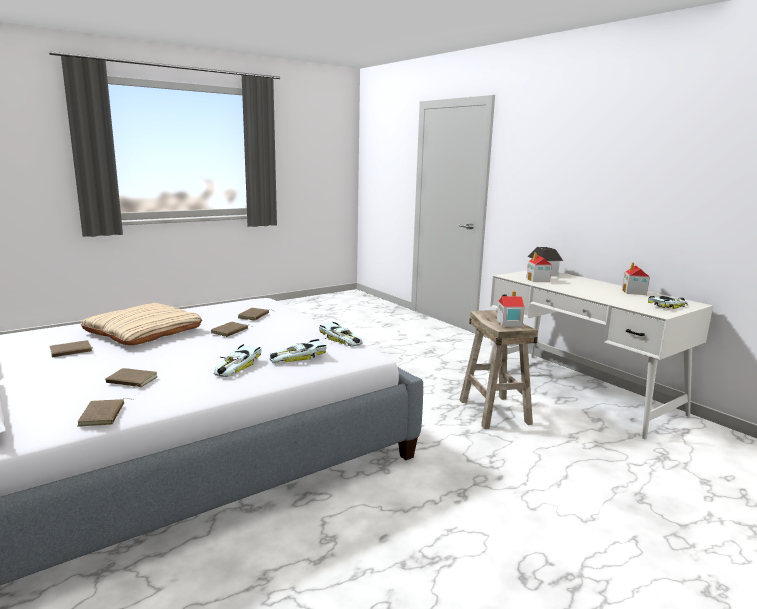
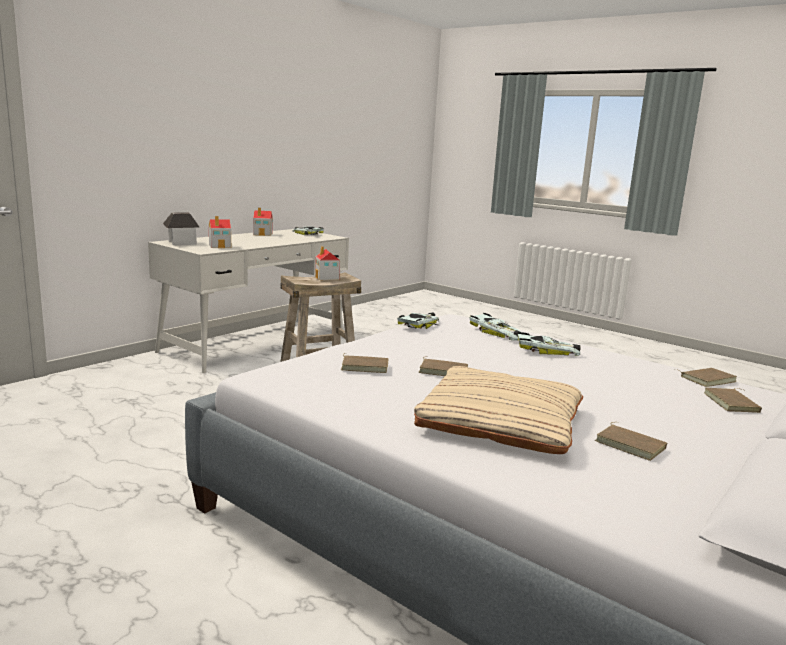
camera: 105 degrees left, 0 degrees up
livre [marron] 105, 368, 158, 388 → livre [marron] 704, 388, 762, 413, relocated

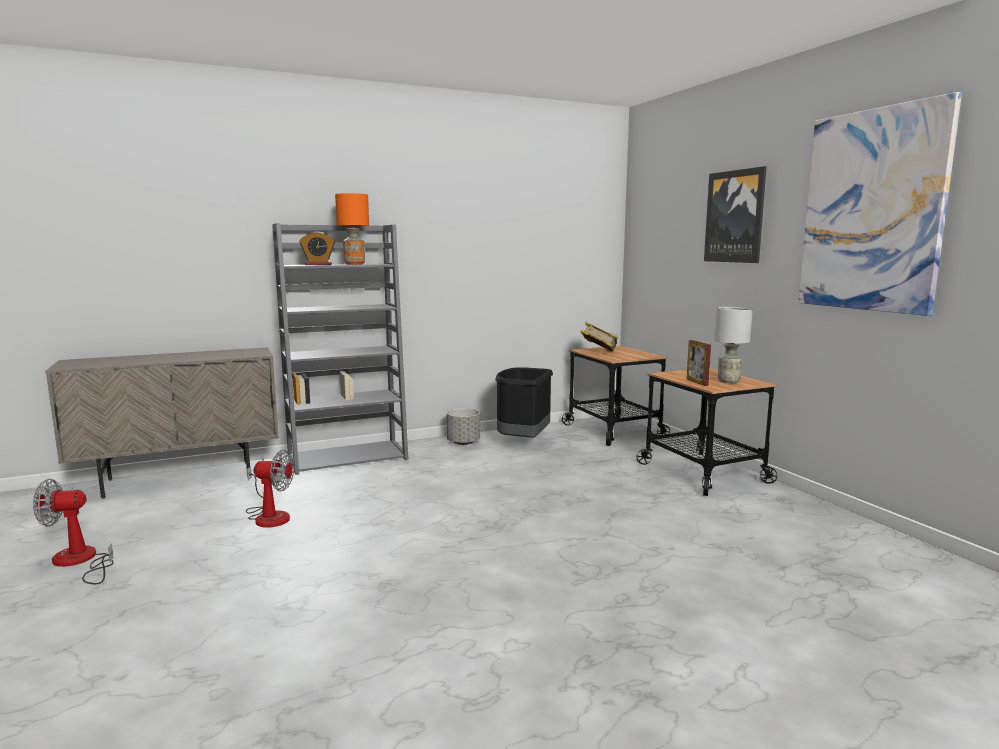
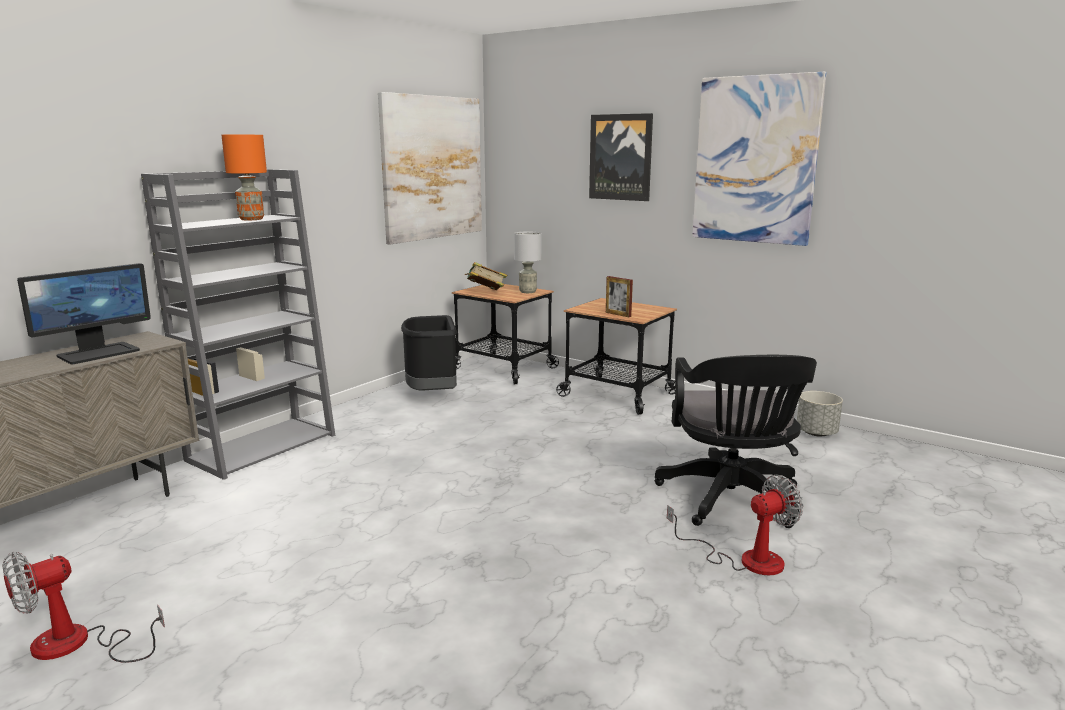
camera: 30 degrees left, 5 degrees up
- → écran d'ordinateur 17, 263, 151, 364
- → tableau 378, 92, 482, 244
lampe de table [gris] 714, 307, 753, 383 → lampe de table [gris] 514, 232, 542, 293, relocated
- → chaise de bureau [noir] 655, 355, 817, 528
ventilateur 246, 450, 294, 528 → ventilateur 667, 475, 803, 575, relocated
cache-pot [gris] 447, 408, 480, 445 → cache-pot [gris] 797, 391, 843, 436, relocated
réveil 300, 231, 335, 265 → -

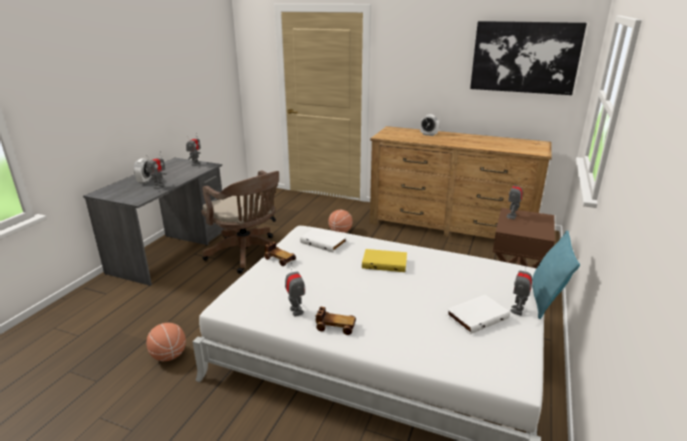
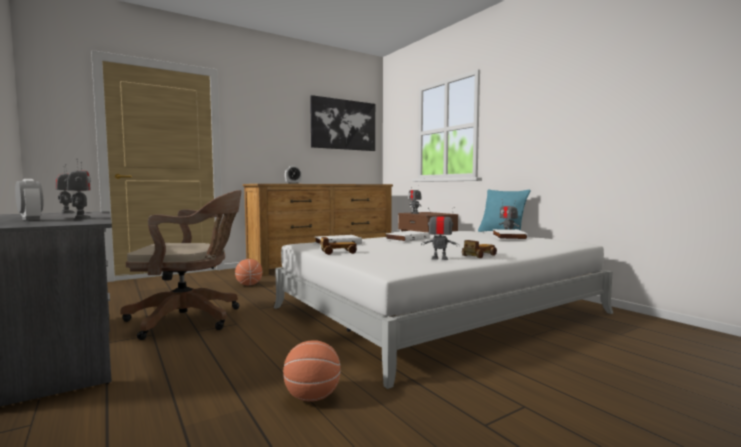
camera: 55 degrees left, 20 degrees down
livre [jaune] 362, 249, 407, 272 → livre [blanc] 385, 231, 430, 242

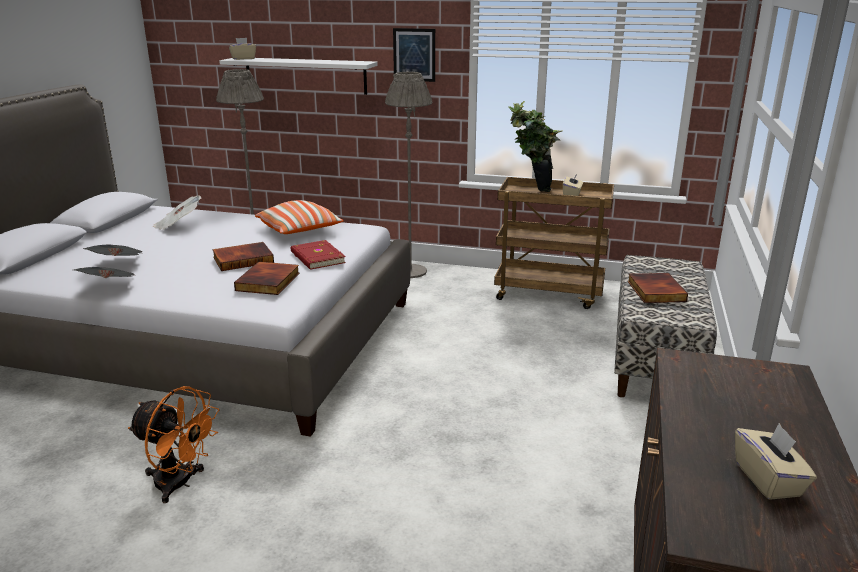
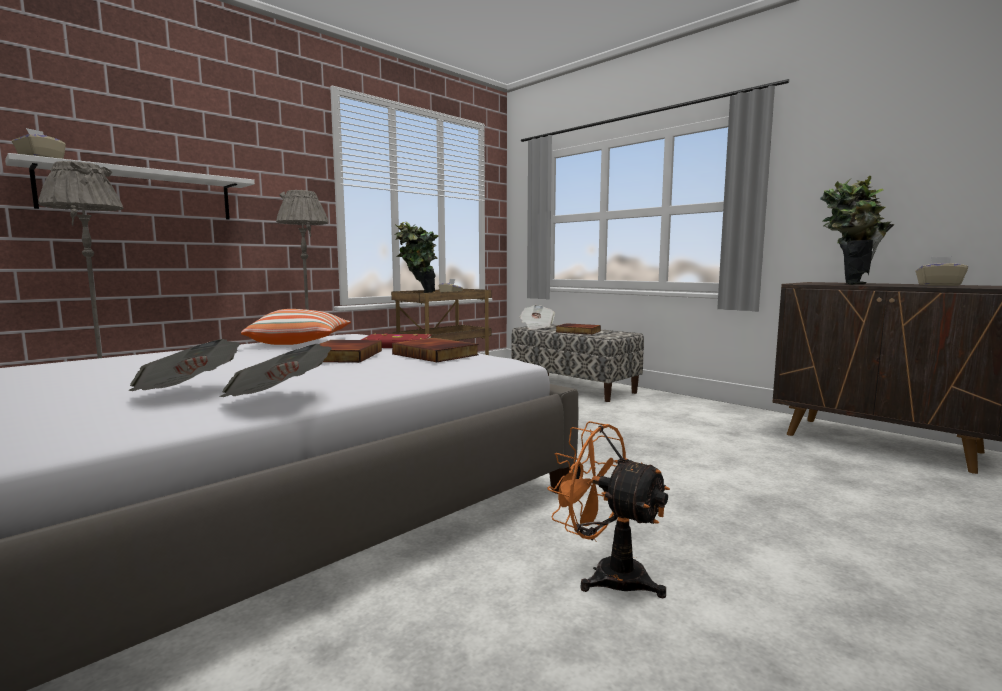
camera: 60 degrees left, 15 degrees down
journal 153, 196, 201, 230 → journal 520, 305, 555, 329, relocated
ventilateur [orange] 128, 386, 219, 503 → ventilateur [orange] 547, 421, 670, 599, 105 degrees counterclockwise
- → plante en pot 820, 176, 895, 285
tableau 393, 28, 435, 82 → -

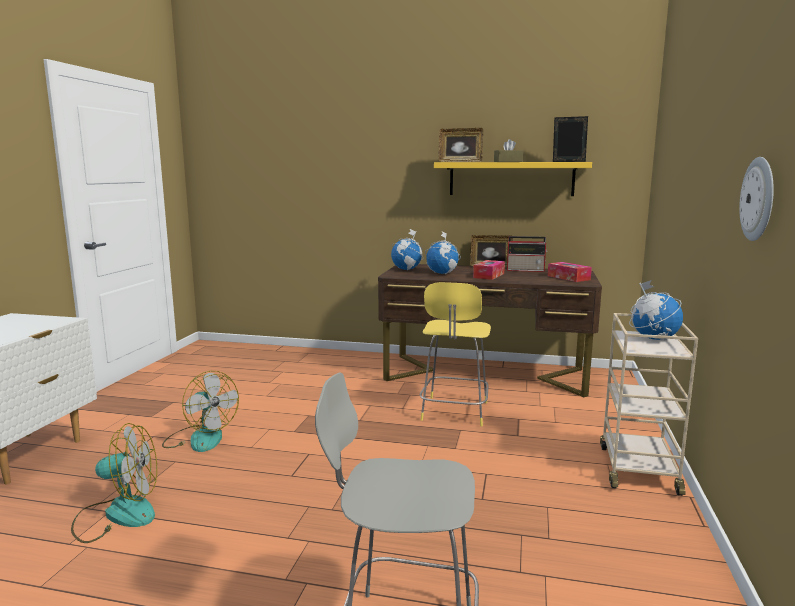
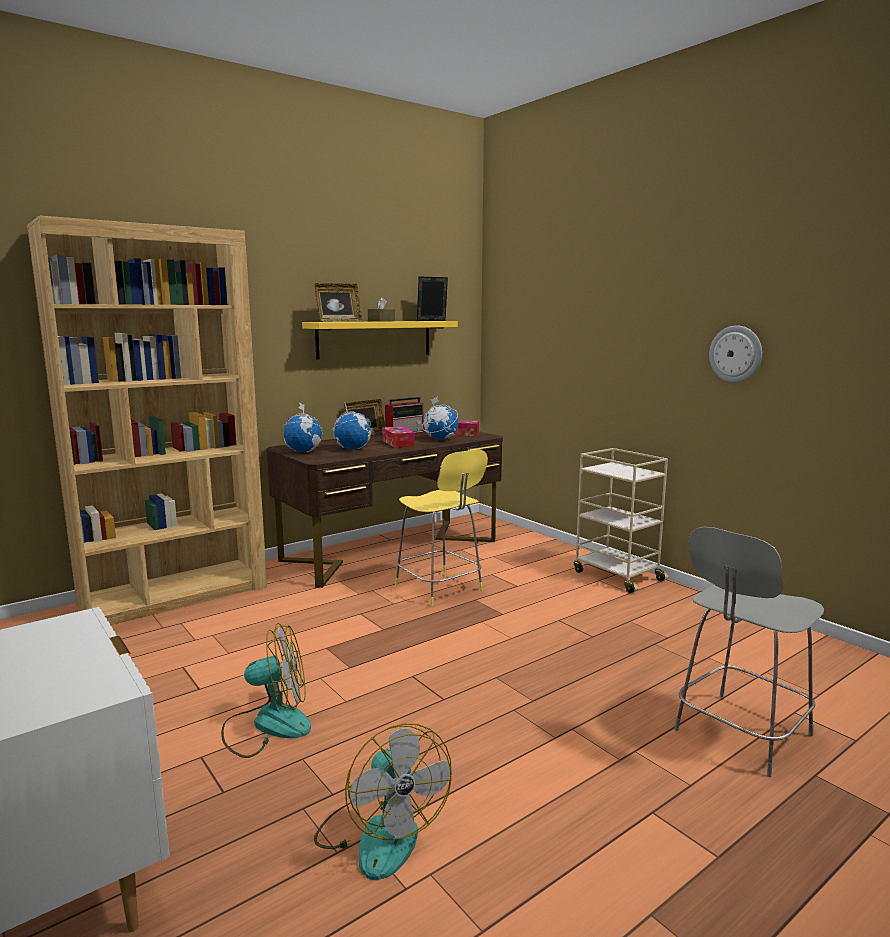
camera: 50 degrees left, 0 degrees up
- → bibliothèque [marron] 27, 215, 267, 625
ventilateur 71, 423, 157, 543 → ventilateur 314, 723, 452, 880, 120 degrees clockwise
globe 629, 280, 683, 340 → globe 422, 396, 458, 440, relocated

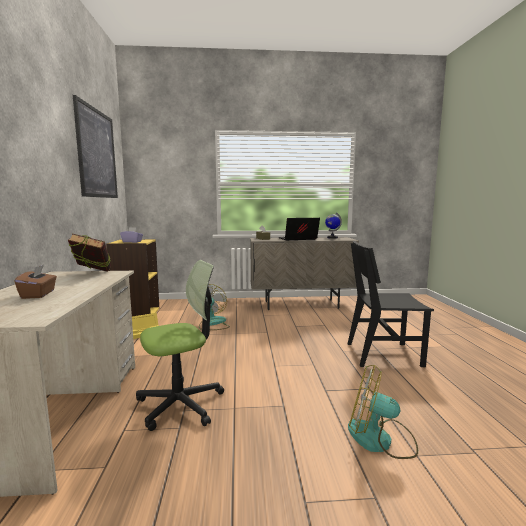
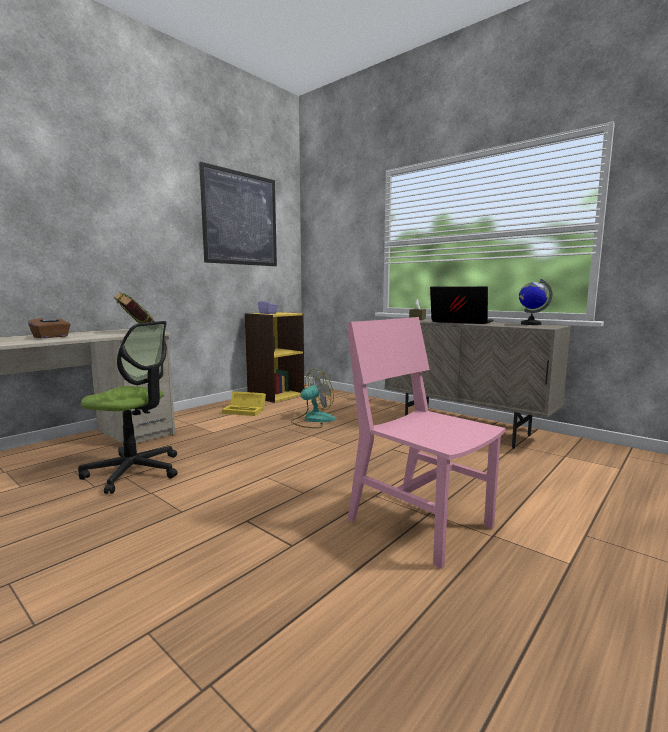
camera: 45 degrees right, 0 degrees up
chaise [noir] 348, 241, 434, 367 → chaise [rose] 347, 317, 506, 569
ventilateur 348, 365, 418, 459 → -

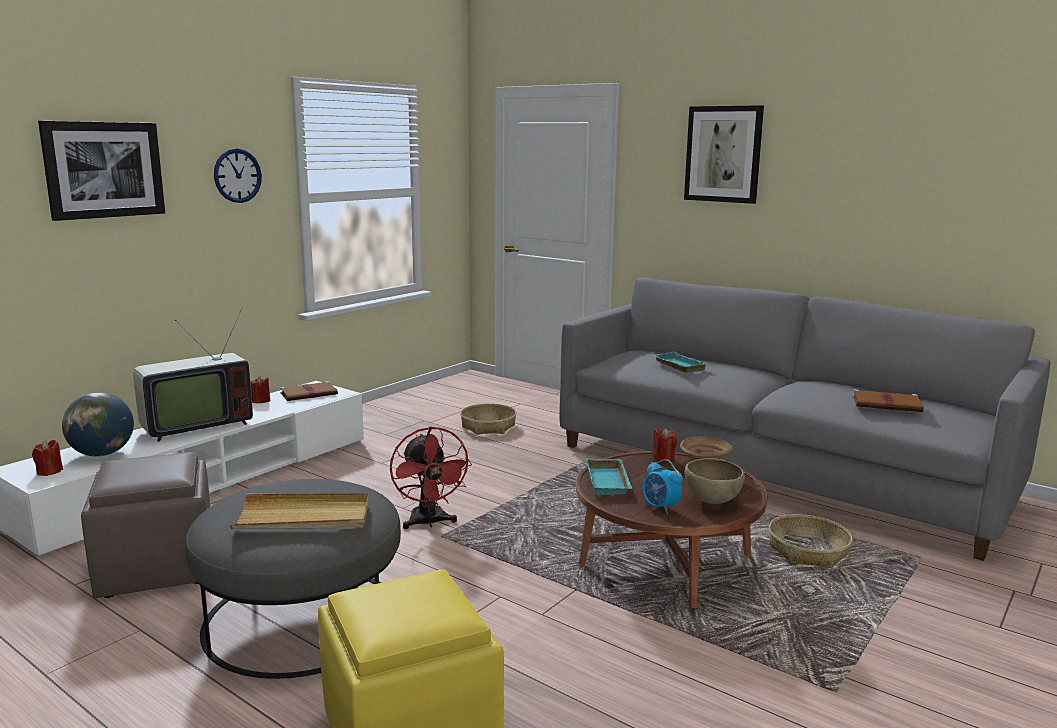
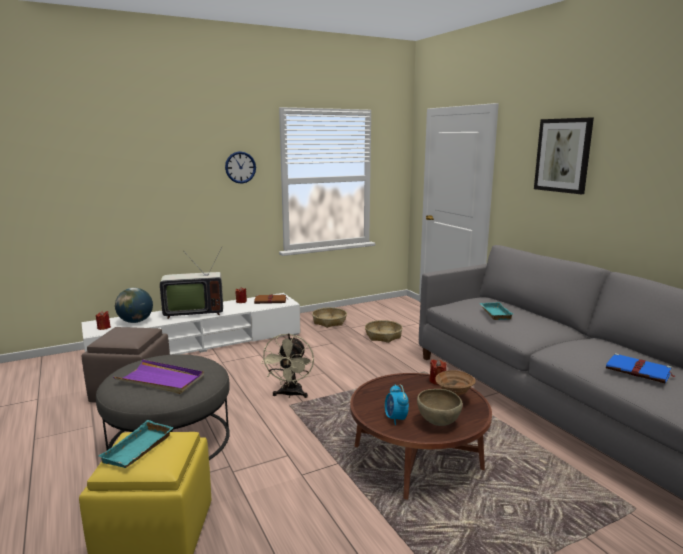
camera: 25 degrees right, 0 degrees up
plateau [turquoise] 586, 458, 633, 495 → plateau [turquoise] 98, 420, 174, 468, relocated
plateau [beige] 230, 493, 369, 529 → plateau [violet] 113, 359, 204, 394
ventilateur [rouge] 390, 426, 472, 529 → ventilateur [beige] 261, 333, 314, 398
panier 769, 514, 853, 568 → panier 312, 307, 347, 328, relocated
livre [marron] 852, 389, 924, 412 → livre [bleu] 606, 353, 674, 383
tableau 38, 121, 165, 221 → -

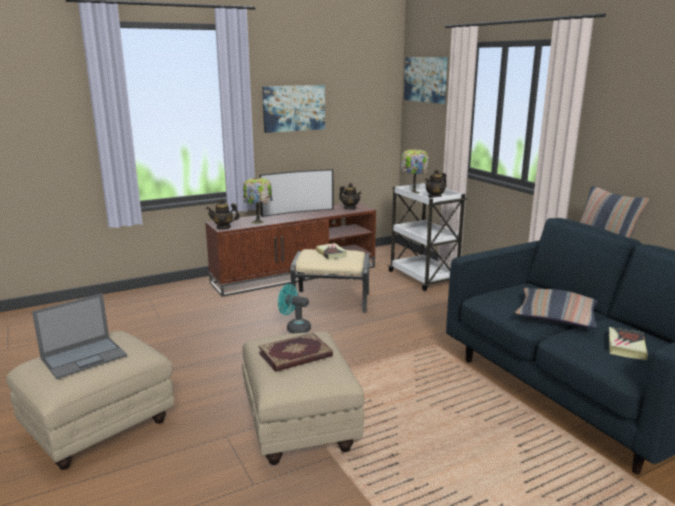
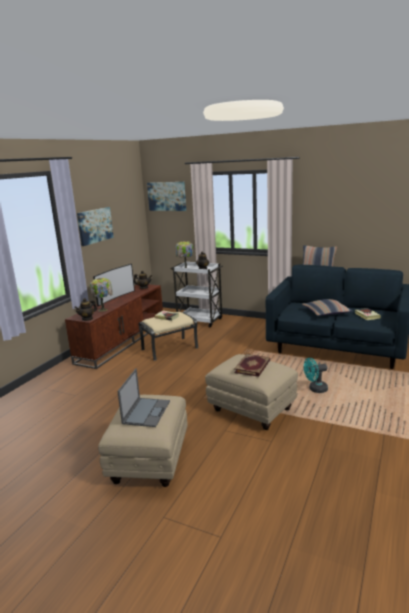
camera: 35 degrees left, 0 degrees up
ventilateur [turquoise] 278, 284, 311, 334 → ventilateur [turquoise] 304, 358, 328, 393, relocated

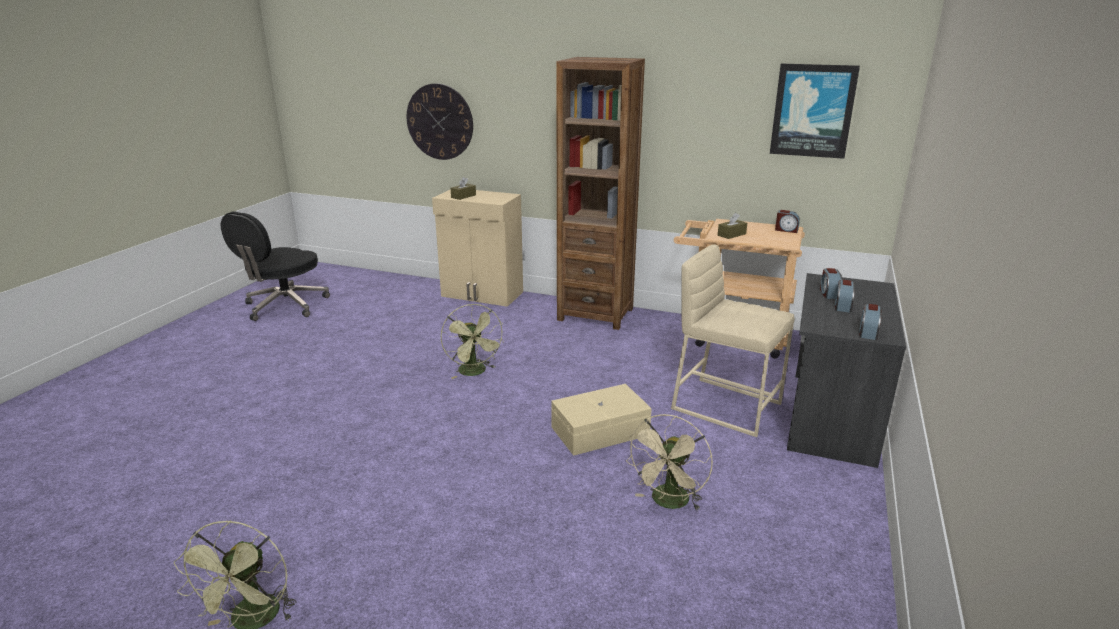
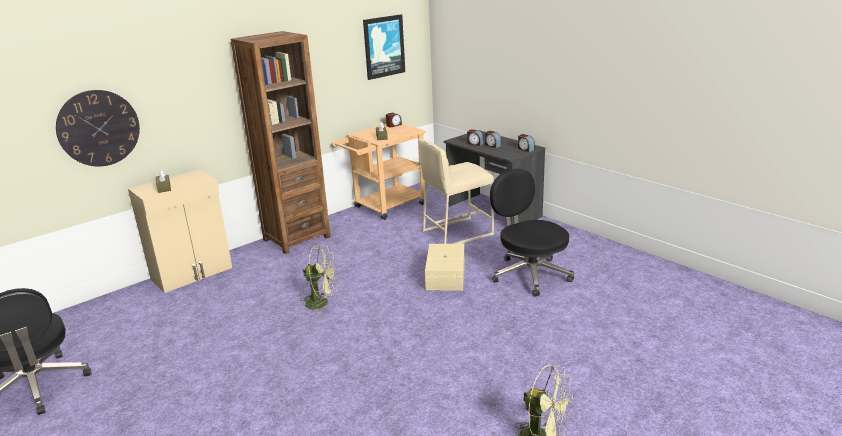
camera: 60 degrees left, 0 degrees up
ventilateur [beige] 626, 414, 713, 510 → chaise de bureau [noir] 490, 169, 574, 297

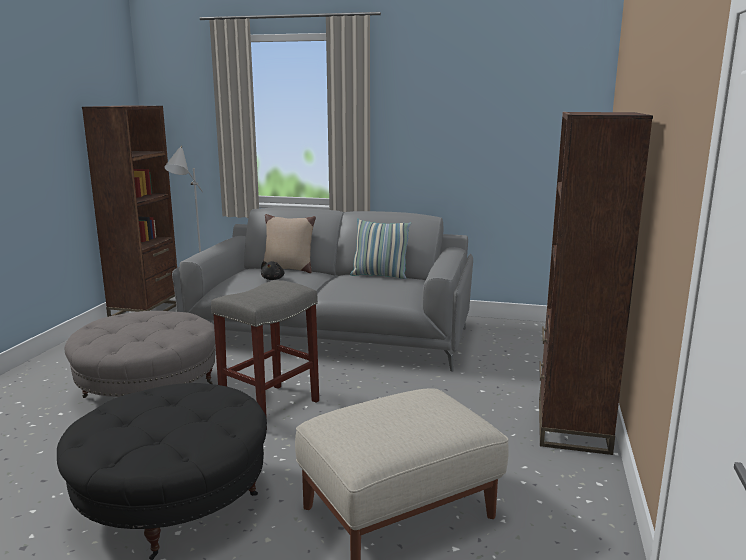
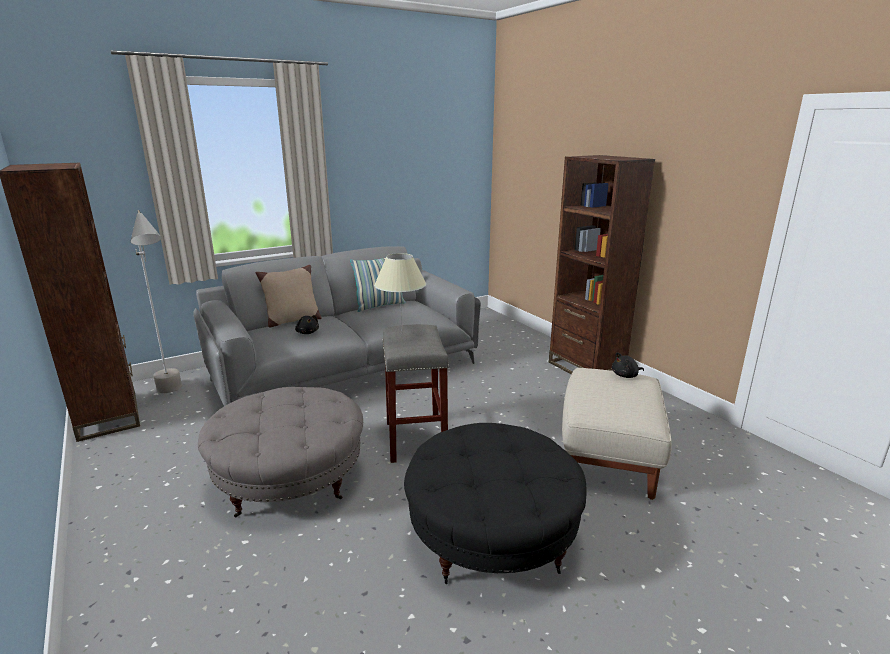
camera: 45 degrees left, 5 degrees up
- → lampe de table [beige] 374, 253, 426, 328
- → peluche [noir] 612, 352, 644, 378

